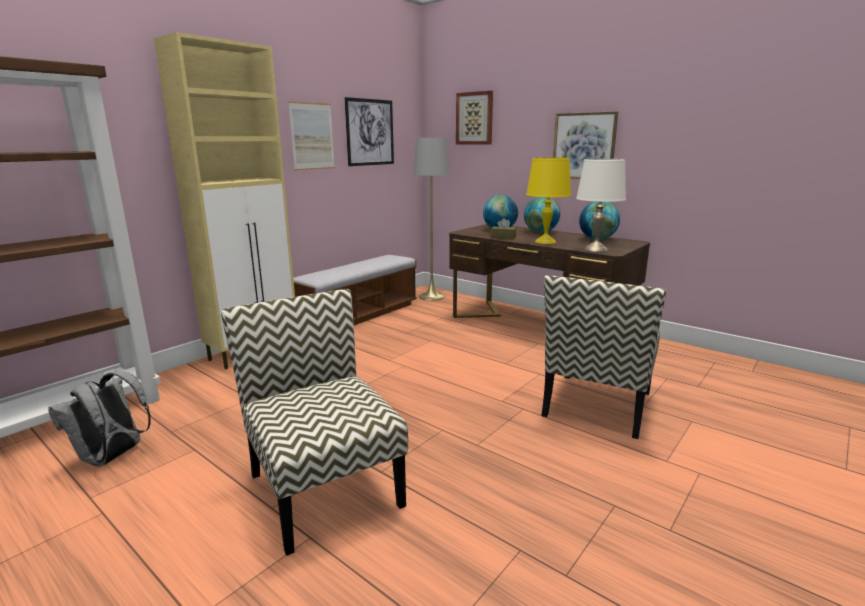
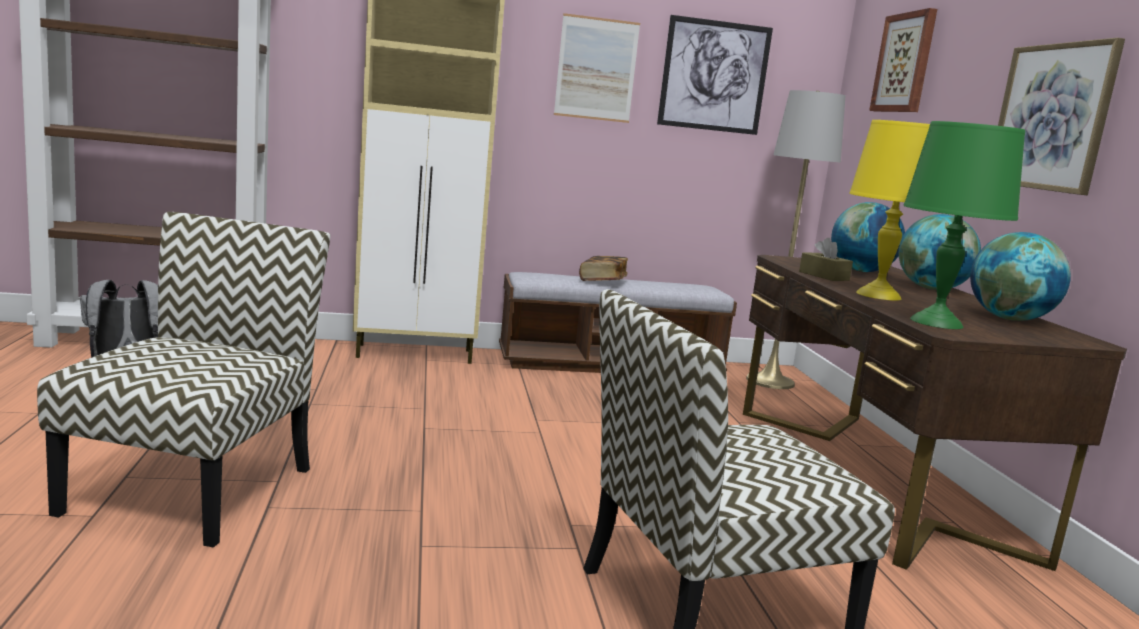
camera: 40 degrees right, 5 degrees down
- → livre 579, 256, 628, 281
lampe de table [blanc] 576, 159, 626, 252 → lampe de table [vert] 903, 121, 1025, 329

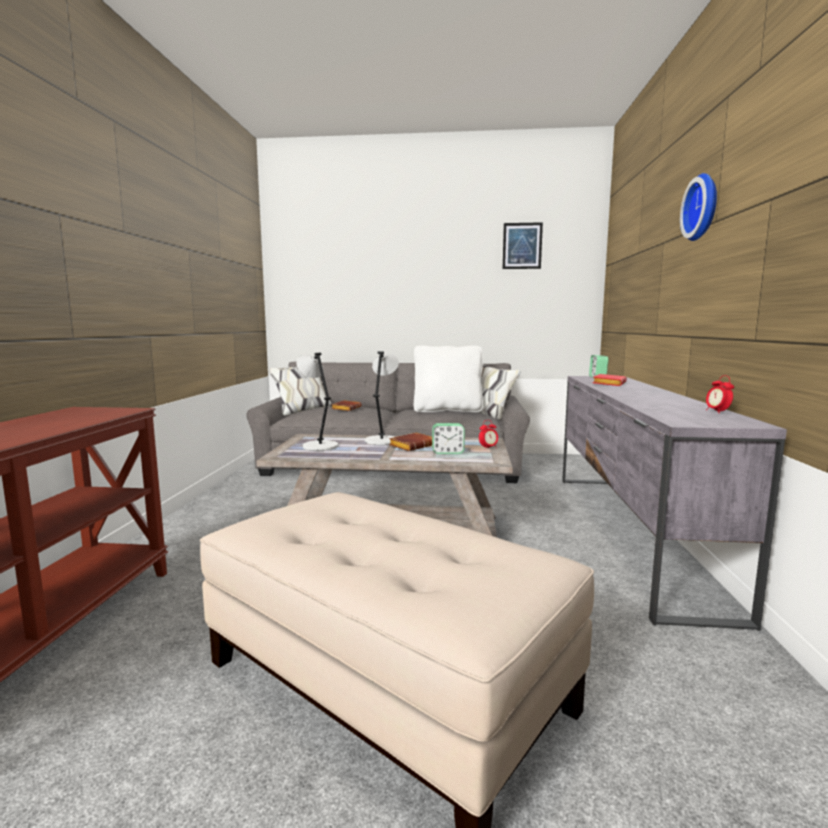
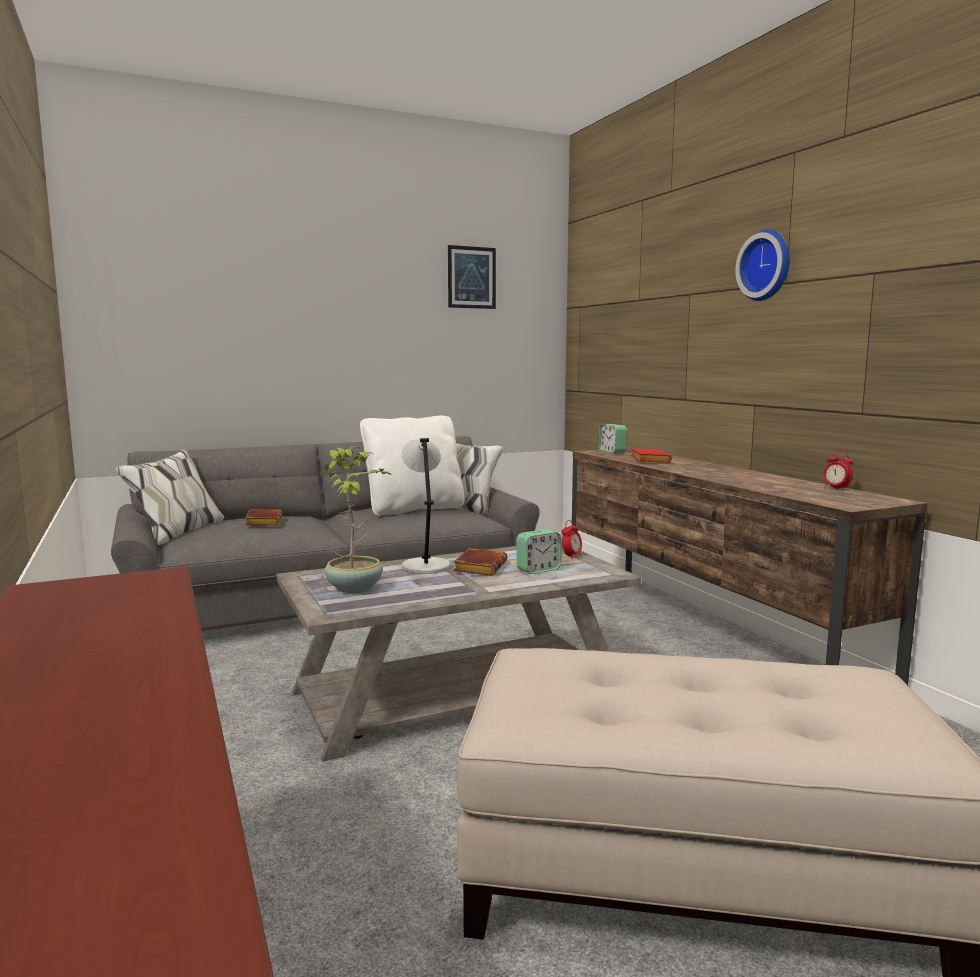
camera: 30 degrees left, 0 degrees up
lampe de table [gris] 296, 353, 339, 451 → plante en pot 324, 446, 393, 593
meuble télé [gris] 562, 376, 787, 631 → meuble télé [marron] 572, 448, 928, 685

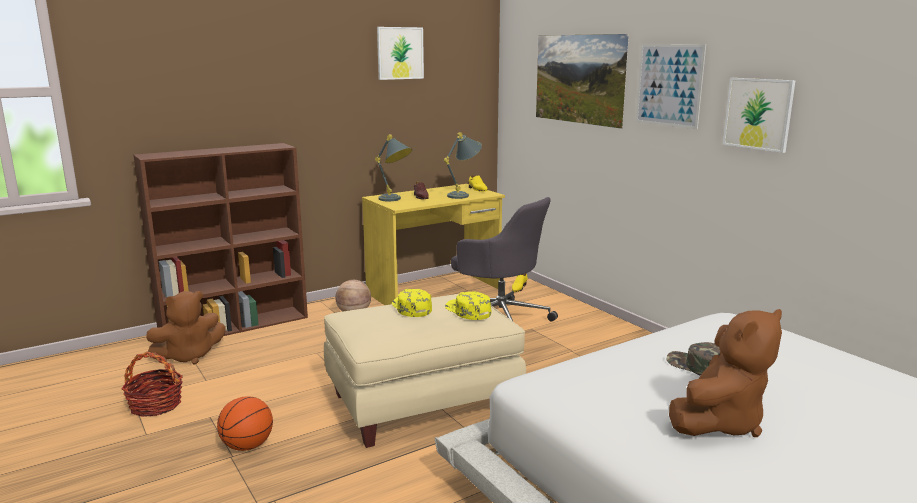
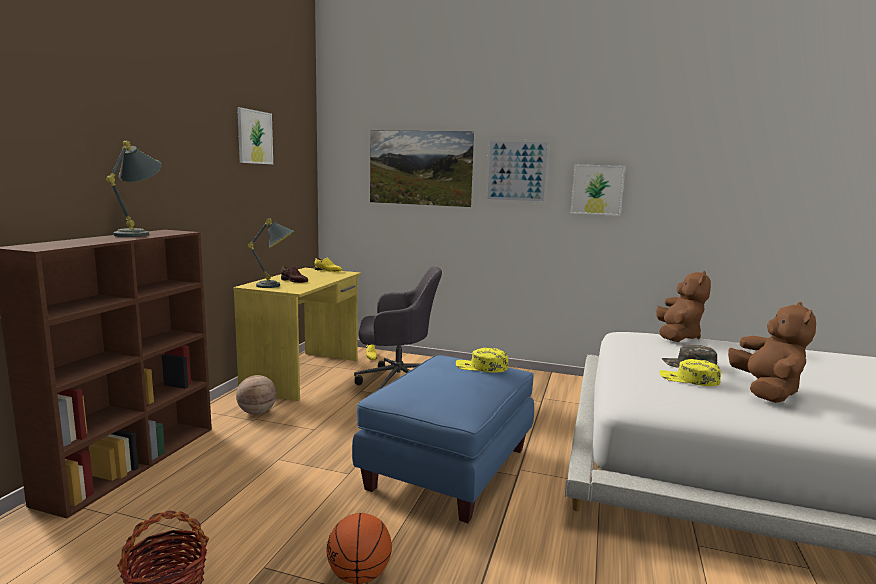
camera: 40 degrees left, 5 degrees down
lampe de table [gris] 444, 132, 482, 199 → lampe de table [gris] 106, 141, 162, 237, relocated
pouf [beige] 324, 294, 526, 448 → pouf [bleu] 352, 355, 534, 523
peluche [marron] 146, 291, 226, 365 → peluche [marron] 656, 271, 711, 342, relocated
casquette [jaune] 392, 289, 432, 317 → casquette [jaune] 660, 359, 721, 386, relocated

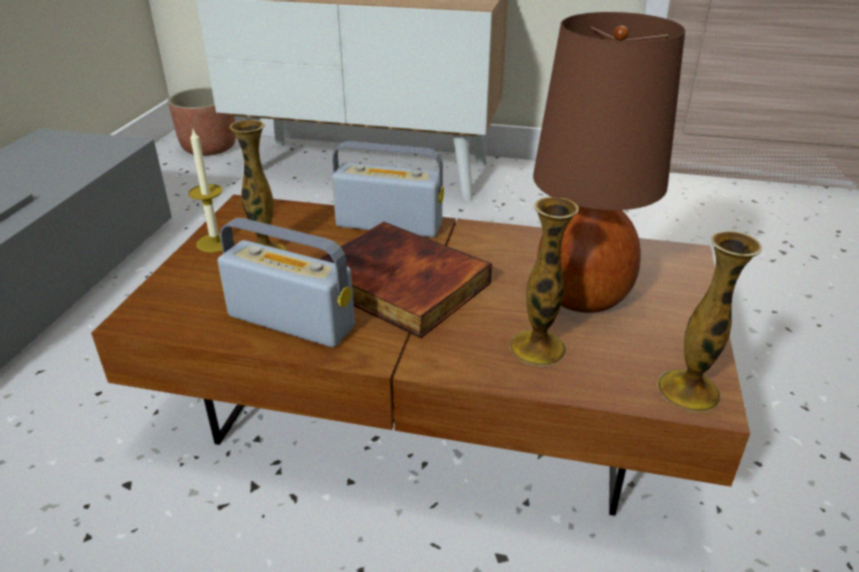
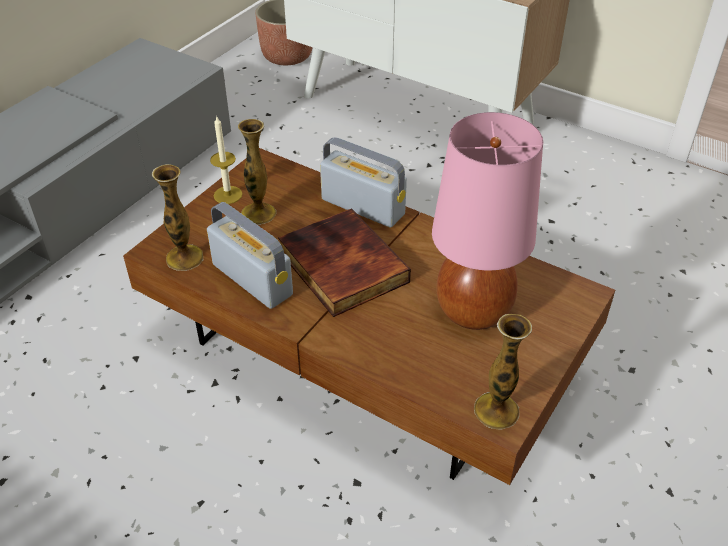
camera: 20 degrees right, 10 degrees up
vase 510, 197, 579, 366 → vase 152, 164, 203, 271, relocated
lampe de table [marron] 533, 12, 685, 313 → lampe de table [rose] 432, 112, 543, 330

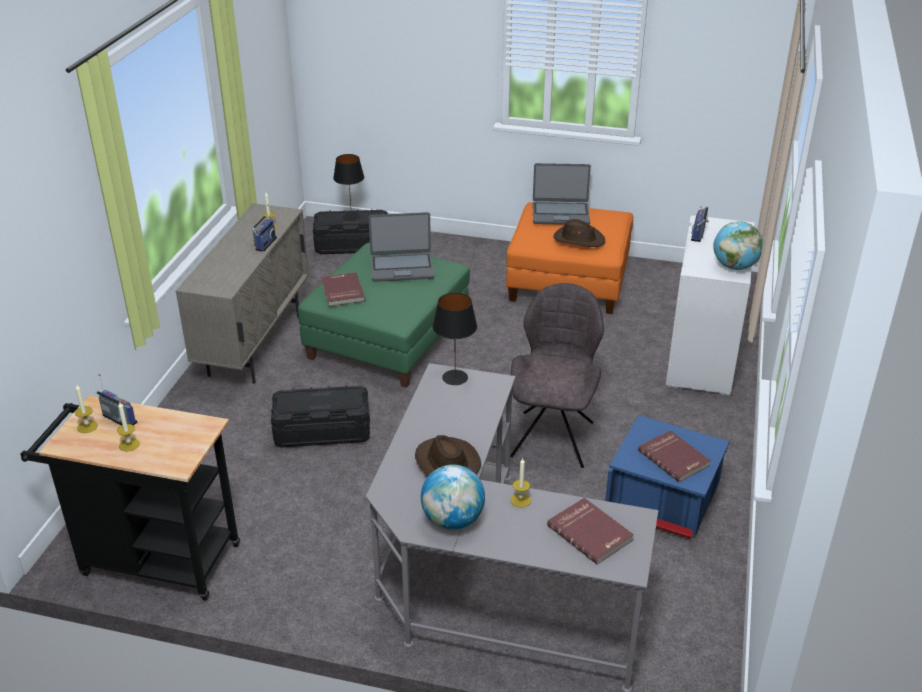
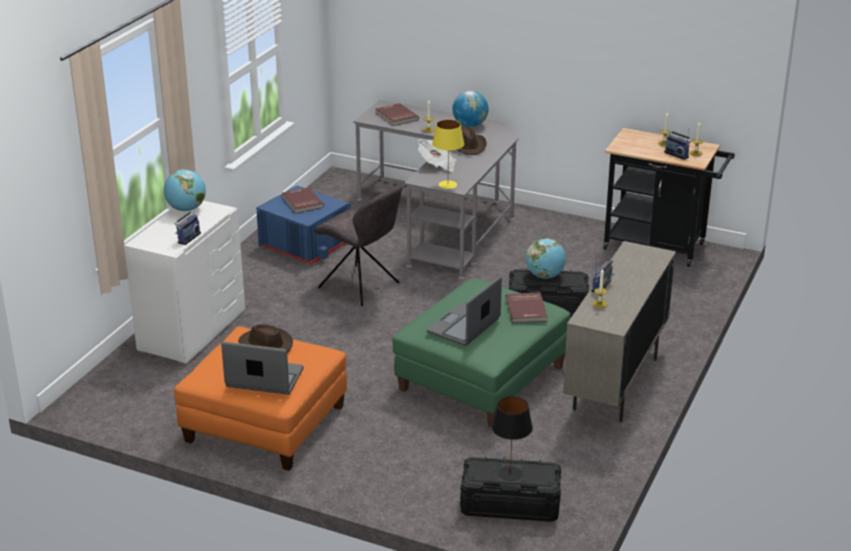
camera: 170 degrees left, 5 degrees down
chaise [gris] 510, 283, 604, 468 → chaise [gris] 314, 184, 402, 306, 75 degrees counterclockwise
- → journal 418, 139, 456, 172
ordinateur portable 369, 212, 434, 282 → ordinateur portable 427, 276, 502, 346, 60 degrees counterclockwise
lampe de table [noir] 433, 293, 477, 385 → lampe de table [jaune] 432, 120, 464, 189
- → globe 526, 238, 566, 279

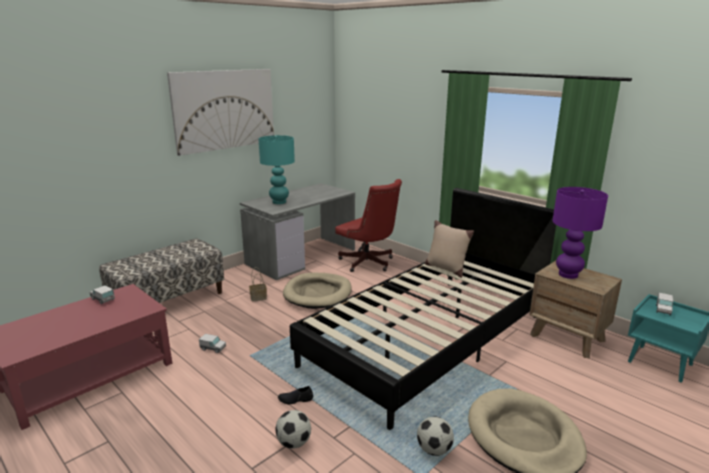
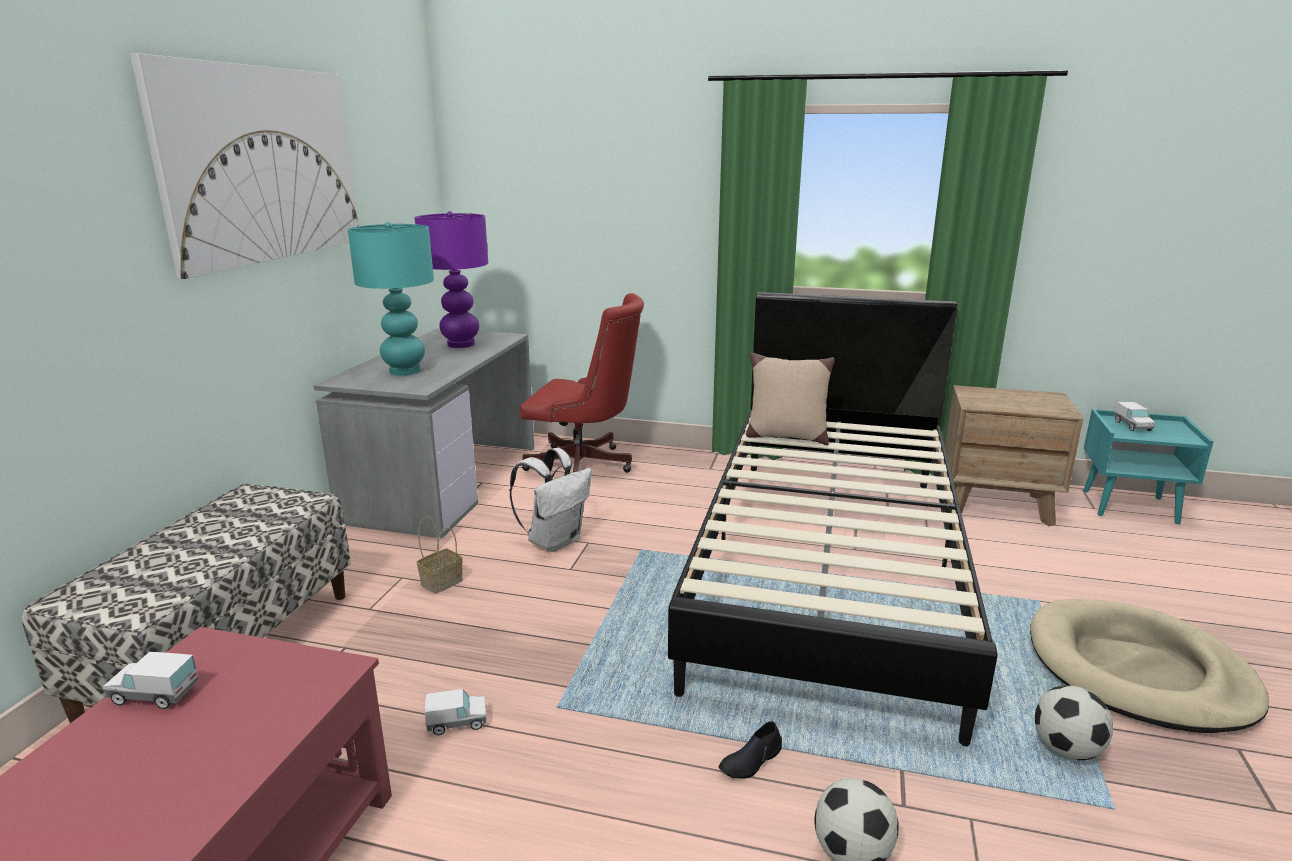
camera: 30 degrees left, 0 degrees up
lampe de table [violet] 553, 187, 608, 279 → lampe de table [violet] 415, 211, 488, 348, relocated
panier pour chien [beige] 283, 273, 352, 309 → sac à dos [blanc] 509, 448, 592, 552

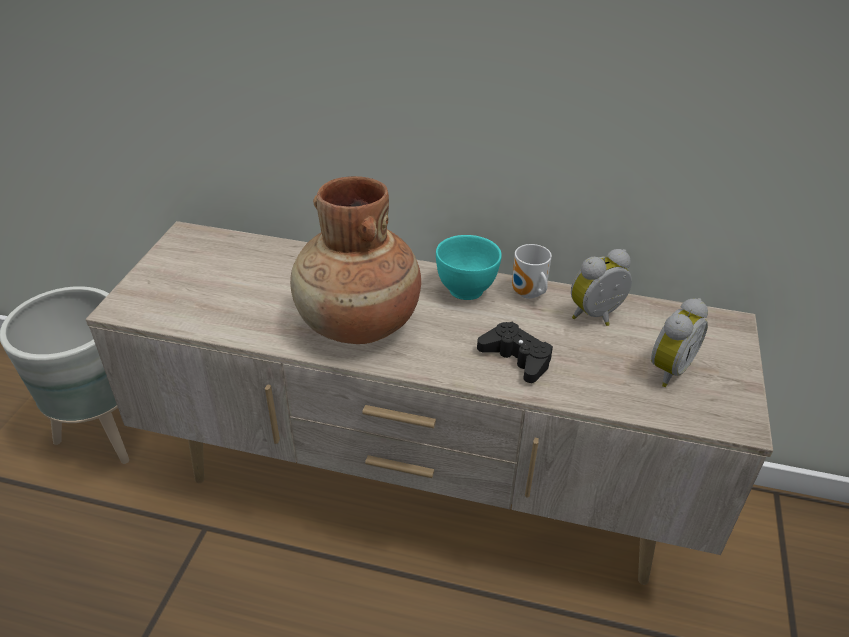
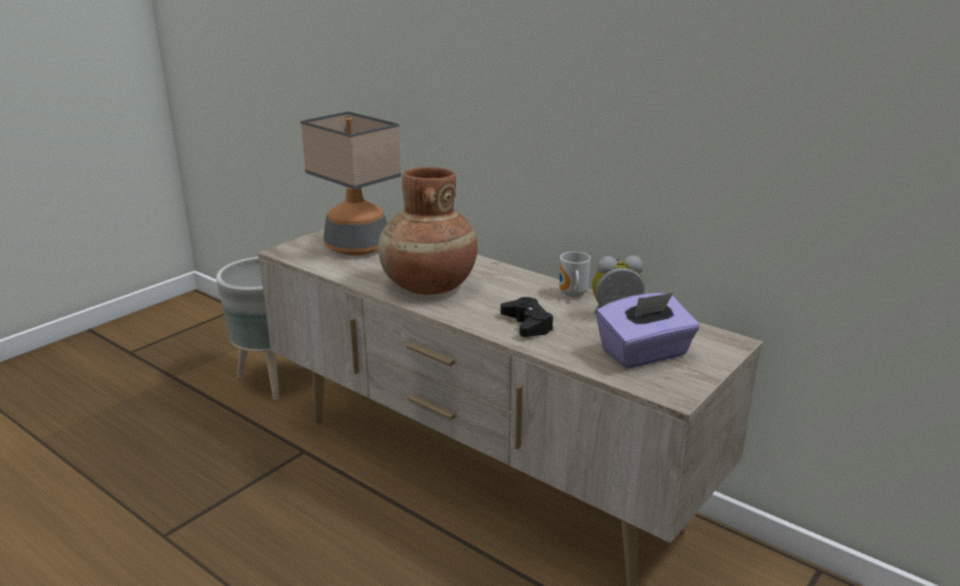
camera: 25 degrees right, 15 degrees down
- → lampe de table 300, 111, 401, 255
réveil 651, 298, 708, 387 → boîte à mouchoirs [violet] 596, 292, 700, 369
bol [turquoise] 436, 235, 502, 300 → -

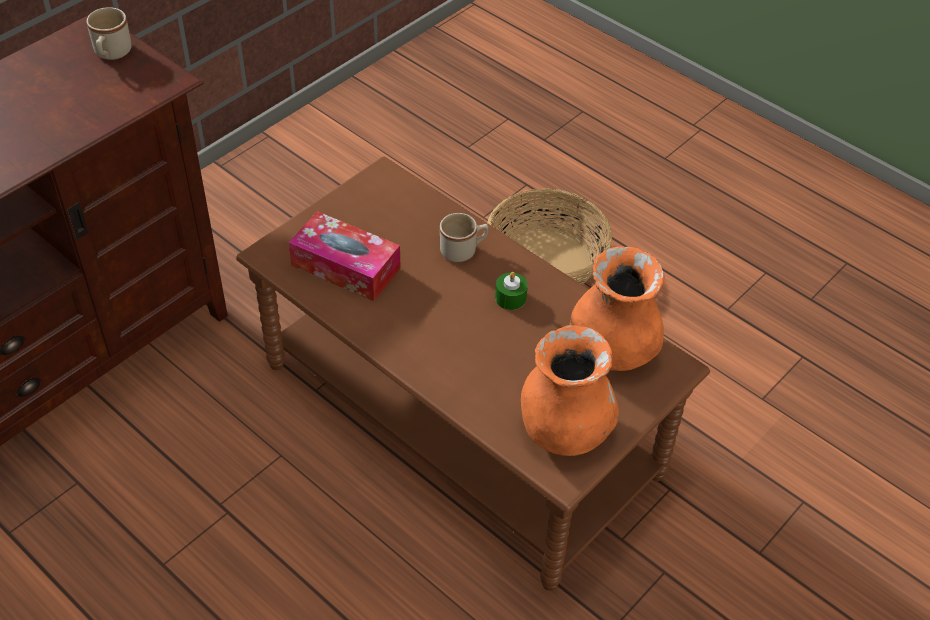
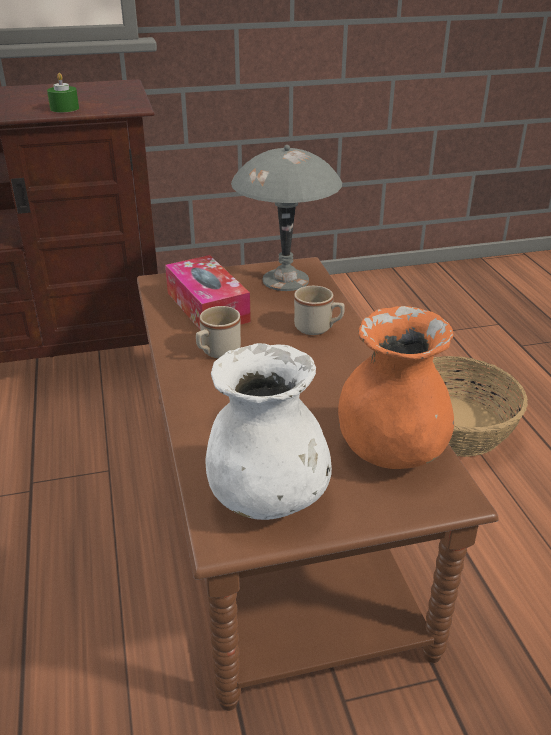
camera: 35 degrees right, 15 degrees down
bougie [vert] 495, 272, 528, 310 → bougie [vert] 47, 73, 79, 112, relocated
mug [beige] 87, 7, 132, 60 → mug [beige] 196, 306, 241, 358, relocated
vase [orange] 521, 325, 619, 456 → vase [blanc] 206, 343, 332, 520
- → lampe de table [gris] 231, 145, 342, 291

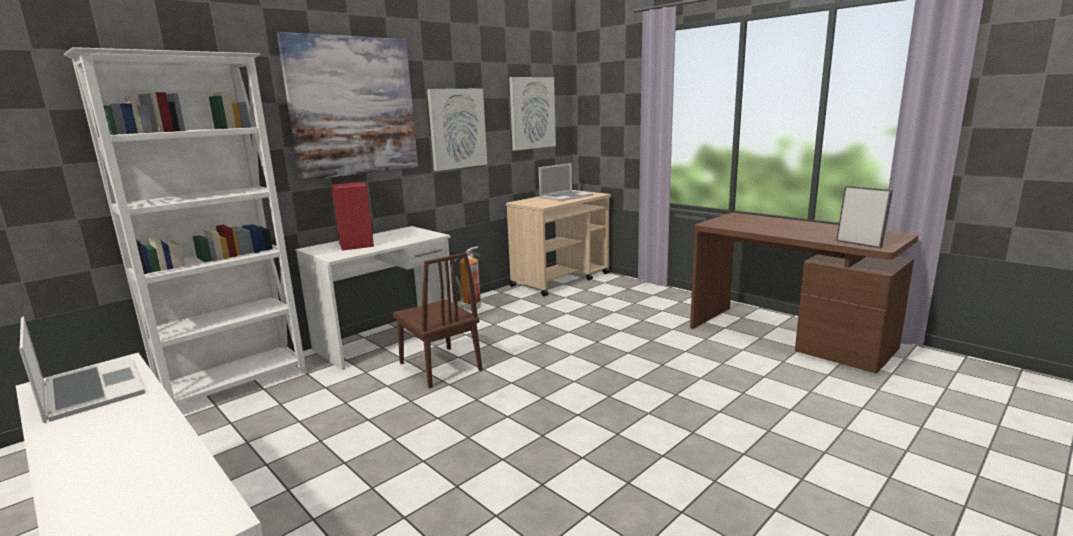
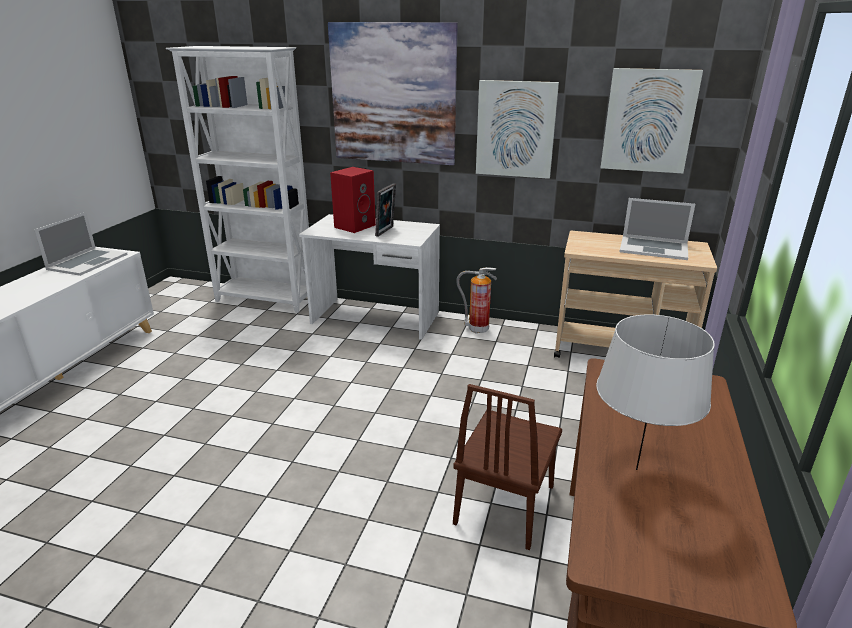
camera: 60 degrees right, 10 degrees up
cadre photo 836, 186, 893, 248 → cadre photo 375, 183, 396, 237, relocated
chaise [marron] 393, 253, 483, 388 → chaise [marron] 453, 384, 562, 550, relocated
- → lampe de table [gris] 596, 314, 715, 470

